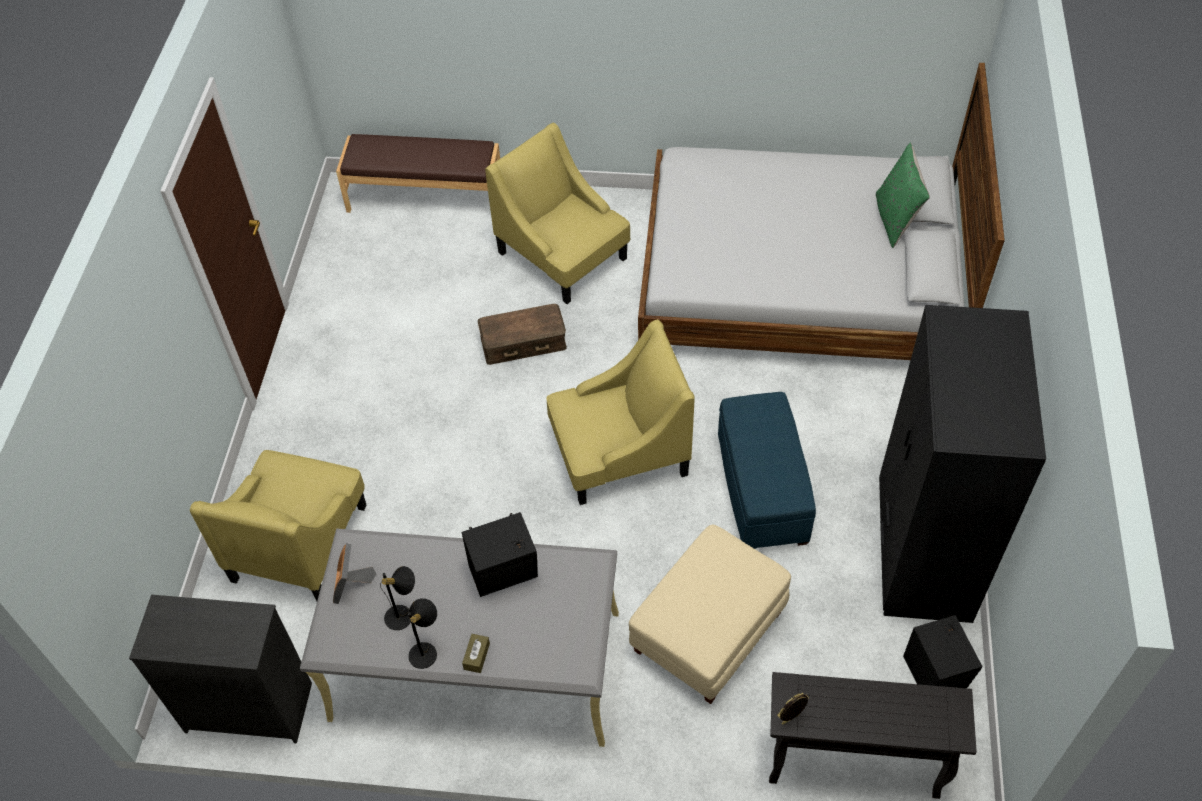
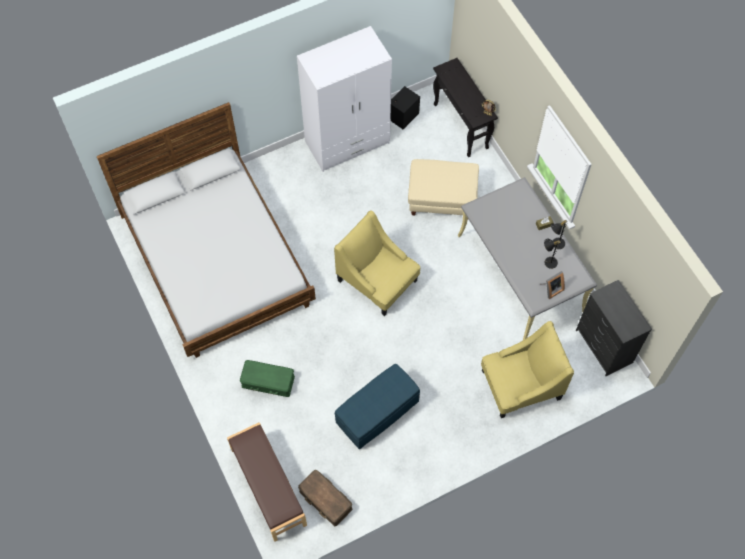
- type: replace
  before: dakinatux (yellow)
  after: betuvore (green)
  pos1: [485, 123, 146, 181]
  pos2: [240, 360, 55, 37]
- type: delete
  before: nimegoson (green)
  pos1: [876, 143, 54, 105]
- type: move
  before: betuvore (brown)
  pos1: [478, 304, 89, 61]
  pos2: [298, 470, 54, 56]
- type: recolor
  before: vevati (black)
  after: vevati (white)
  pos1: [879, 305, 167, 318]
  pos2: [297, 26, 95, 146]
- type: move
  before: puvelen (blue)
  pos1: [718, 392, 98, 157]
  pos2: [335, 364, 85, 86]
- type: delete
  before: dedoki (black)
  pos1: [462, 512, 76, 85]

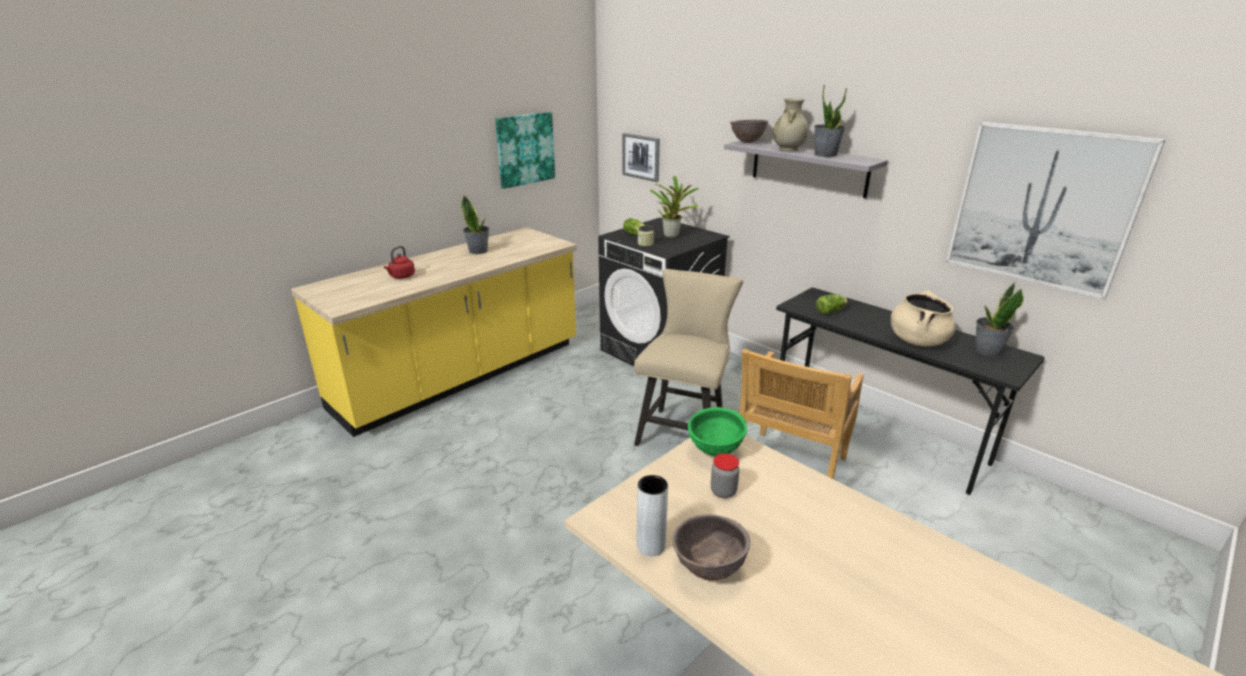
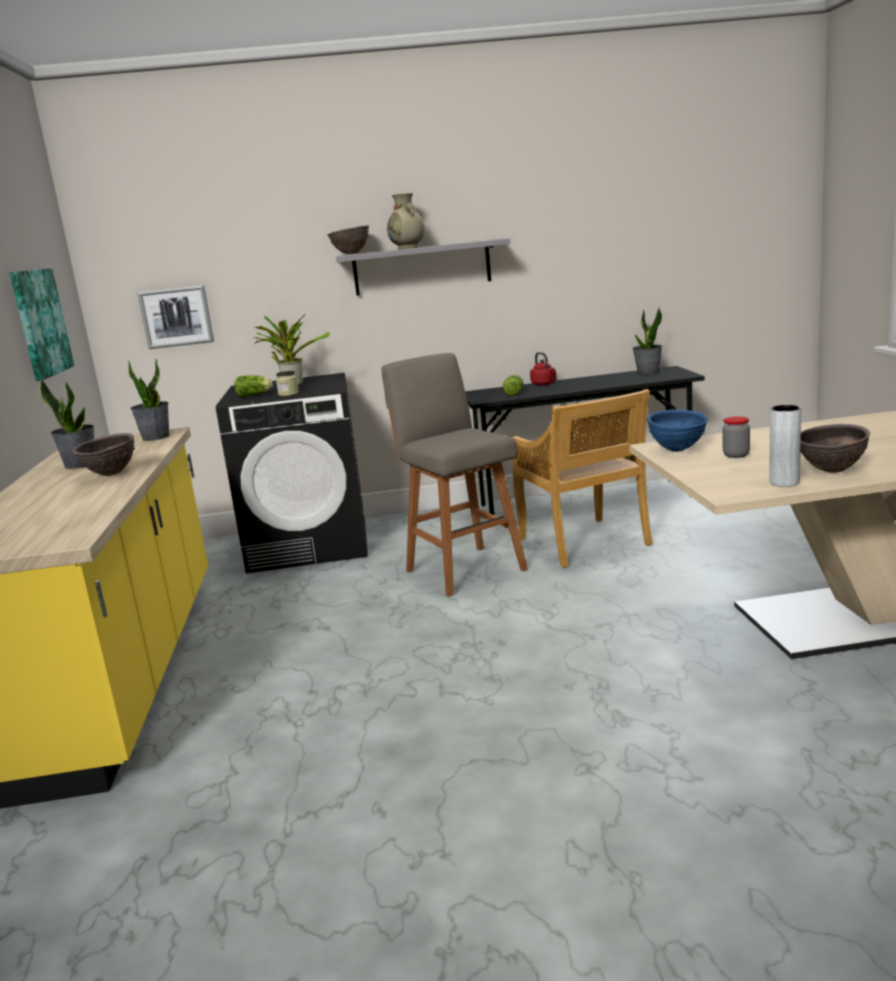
- type: move
  before: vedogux
  pos1: [814, 85, 33, 72]
  pos2: [128, 359, 41, 82]
- type: delete
  before: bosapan
  pos1: [946, 122, 220, 177]
- type: move
  before: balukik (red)
  pos1: [384, 246, 31, 33]
  pos2: [530, 352, 27, 34]
- type: replace
  before: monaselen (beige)
  after: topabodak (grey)
  pos1: [634, 269, 110, 177]
  pos2: [381, 353, 147, 243]
- type: delete
  before: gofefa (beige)
  pos1: [891, 291, 64, 56]
- type: recolor
  before: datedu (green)
  after: datedu (blue)
  pos1: [688, 407, 59, 49]
  pos2: [647, 409, 61, 43]
- type: insert
  after: datedu (brown)
  pos2: [73, 433, 62, 43]

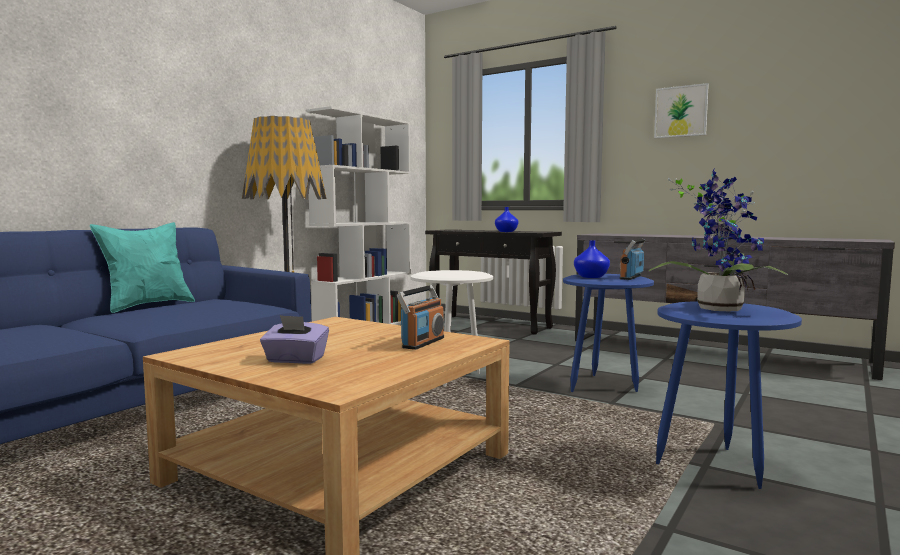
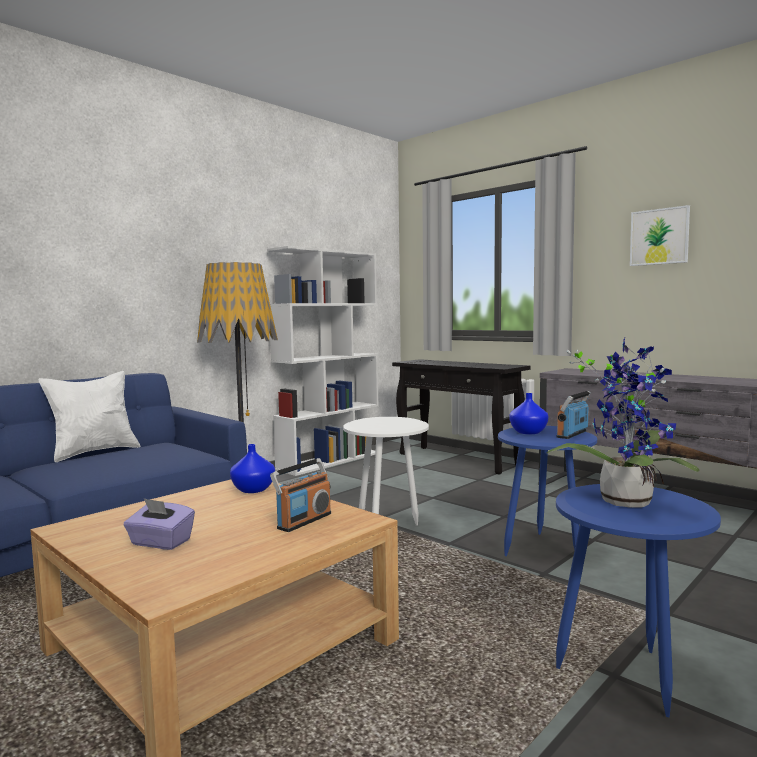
- type: move
  before: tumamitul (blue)
  pos1: [495, 207, 23, 25]
  pos2: [230, 444, 45, 49]
- type: recolor
  before: nimegoson (turquoise)
  after: nimegoson (white)
  pos1: [90, 222, 105, 91]
  pos2: [39, 371, 101, 91]

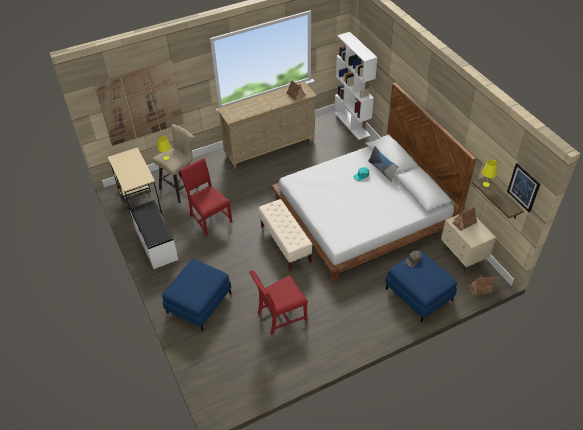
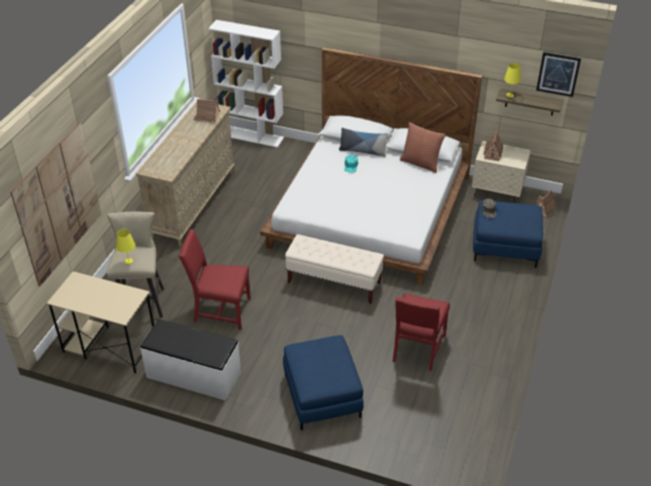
- type: insert
  after: nimegoson
  pos2: [400, 122, 46, 51]

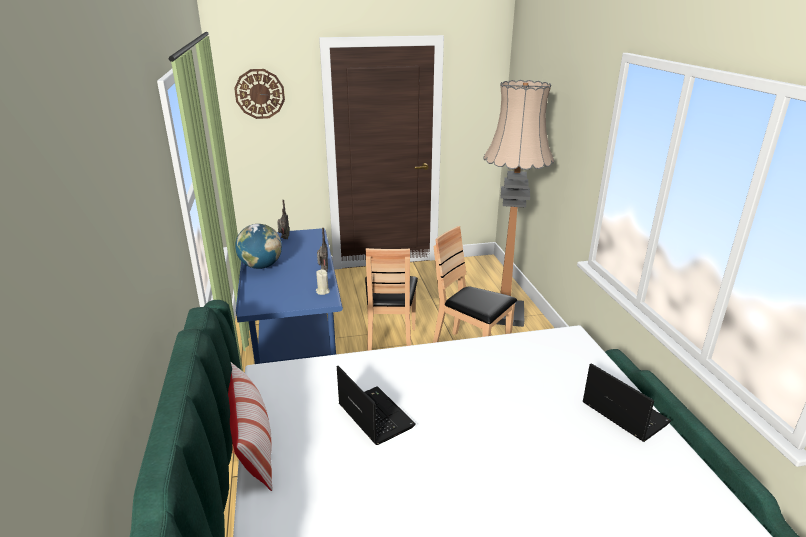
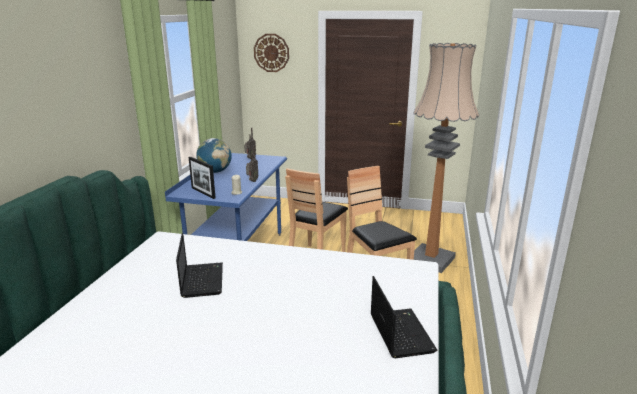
- type: delete
  before: nimegoson
  pos1: [228, 362, 44, 129]
- type: insert
  after: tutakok
  pos2: [189, 157, 27, 42]

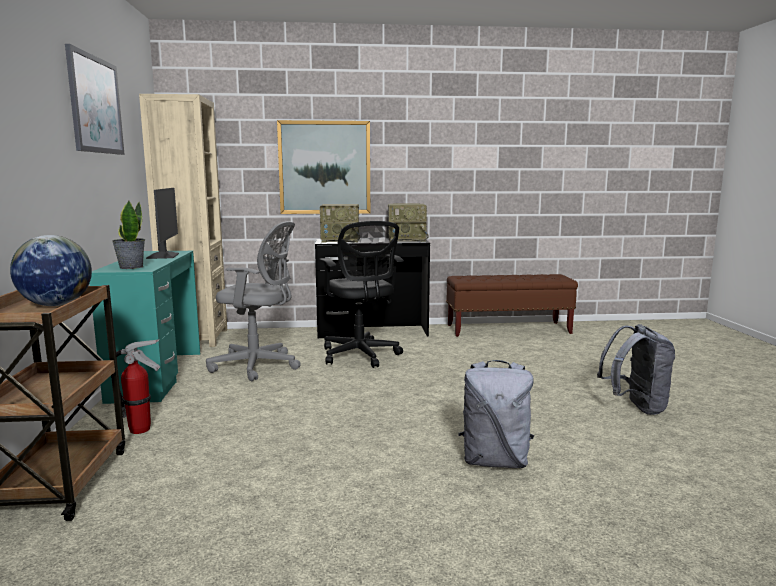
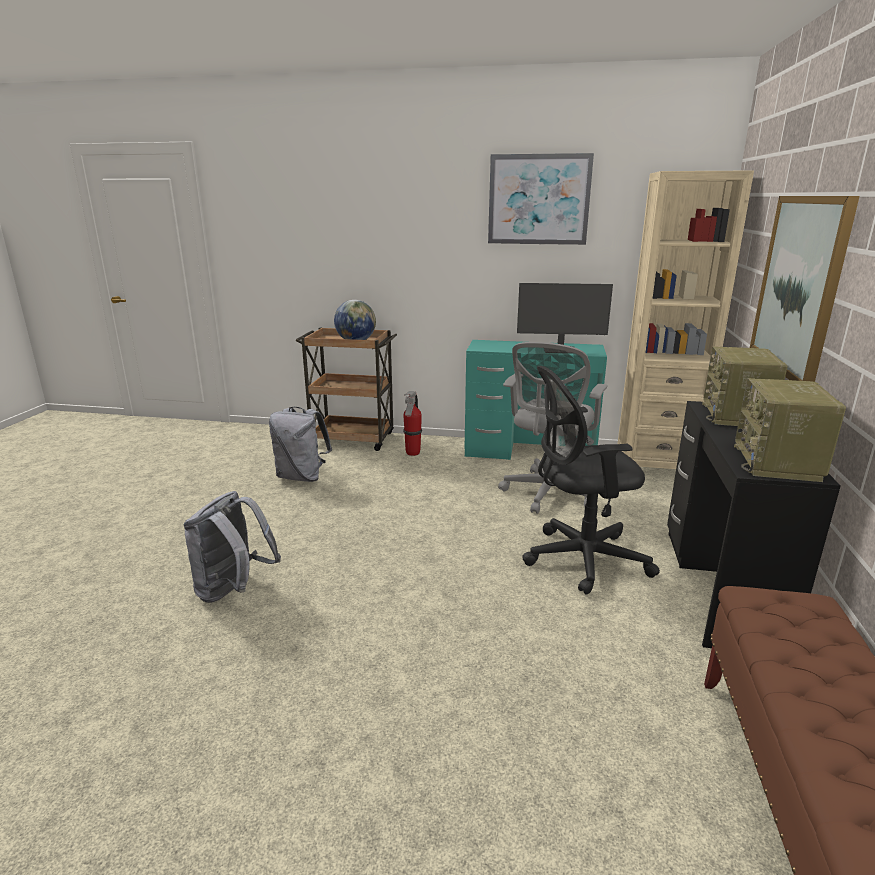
- type: delete
  before: vedogux
  pos1: [112, 201, 33, 68]
- type: move
  before: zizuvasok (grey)
  pos1: [597, 324, 78, 91]
  pos2: [269, 407, 63, 75]

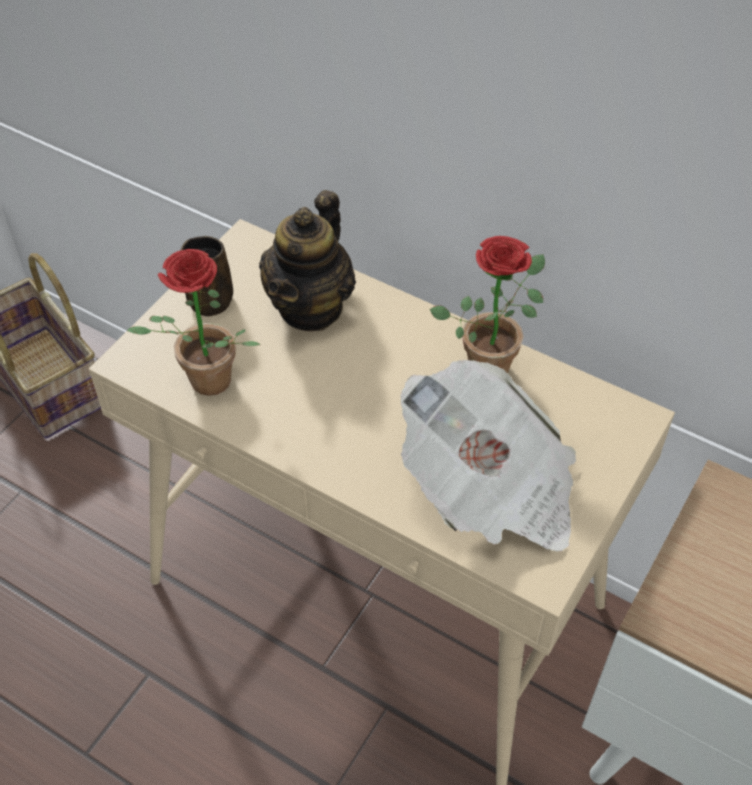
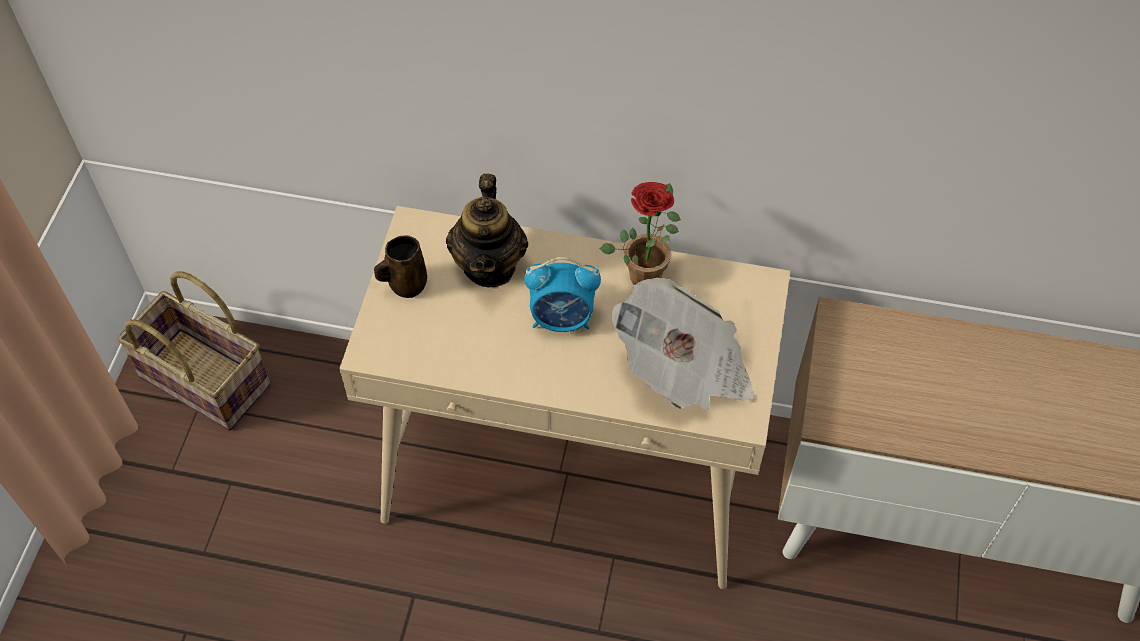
- type: delete
  before: vedogux
  pos1: [127, 249, 133, 147]
- type: insert
  after: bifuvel
  pos2: [524, 257, 77, 75]

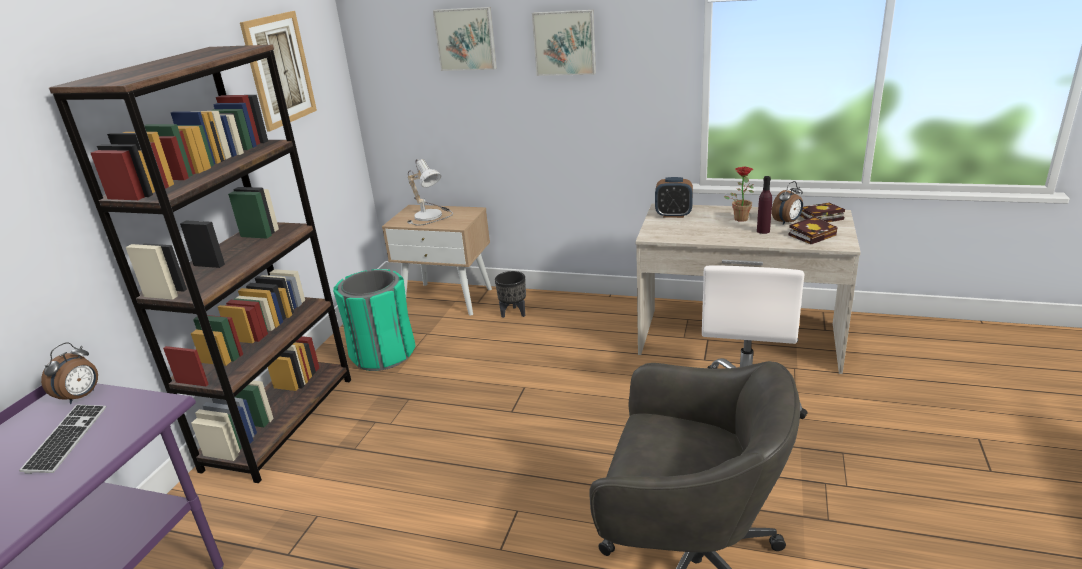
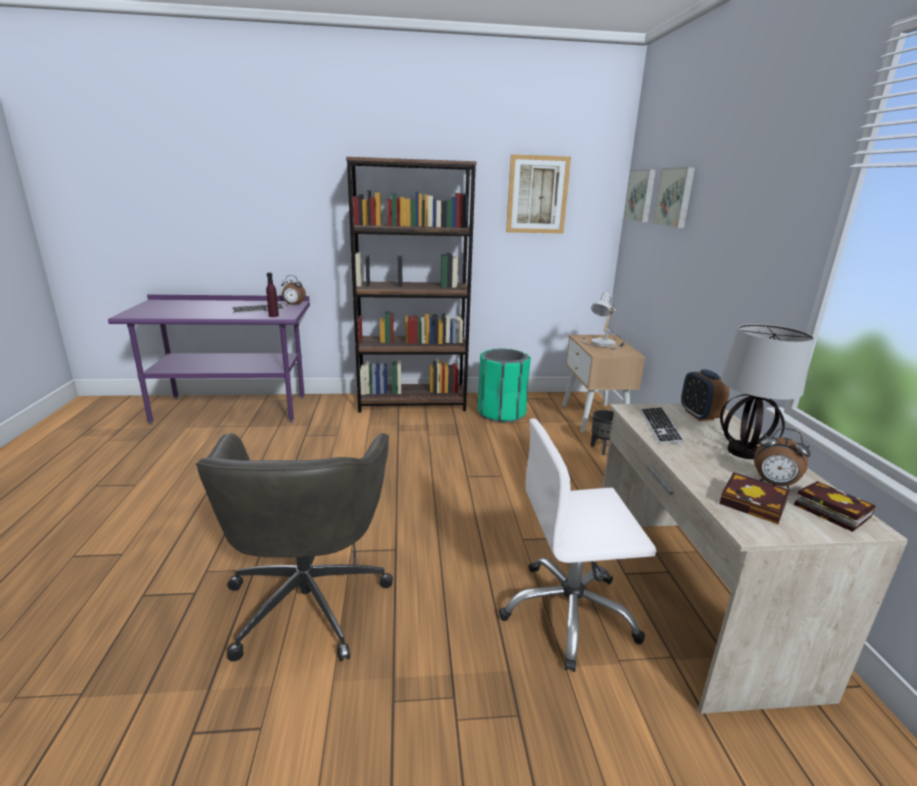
- type: move
  before: bosapan
  pos1: [532, 10, 64, 66]
  pos2: [623, 169, 33, 53]
- type: replace
  before: vedogux
  after: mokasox
  pos1: [724, 167, 30, 55]
  pos2: [720, 324, 94, 135]
- type: move
  before: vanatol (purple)
  pos1: [757, 176, 15, 58]
  pos2: [266, 273, 13, 44]
- type: insert
  after: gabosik
  pos2: [640, 407, 44, 37]

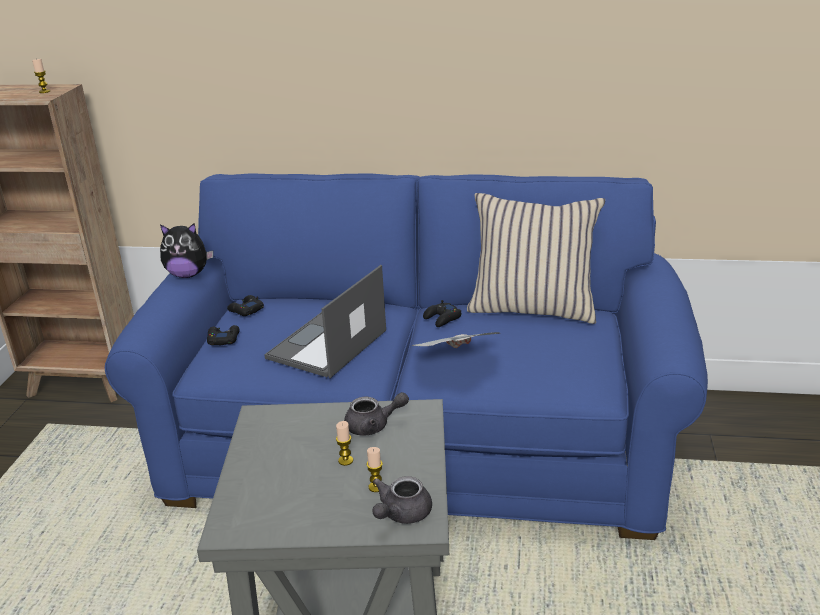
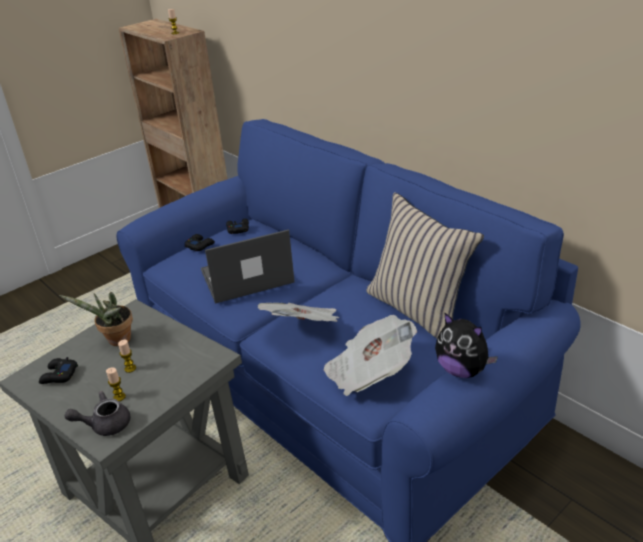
- type: move
  before: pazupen
  pos1: [160, 223, 53, 55]
  pos2: [435, 312, 63, 66]
- type: move
  before: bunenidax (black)
  pos1: [423, 300, 39, 27]
  pos2: [39, 357, 39, 27]
- type: delete
  before: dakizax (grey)
  pos1: [344, 392, 65, 44]
- type: insert
  after: vedogux
  pos2: [59, 292, 74, 54]
- type: insert
  after: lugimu
  pos2: [324, 315, 93, 81]

